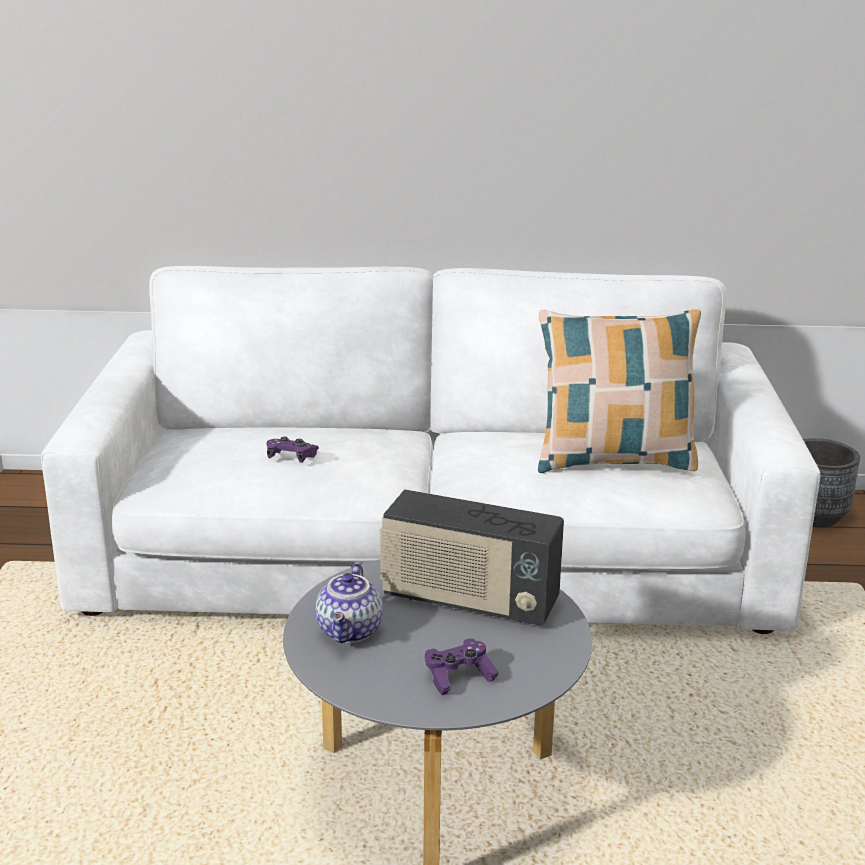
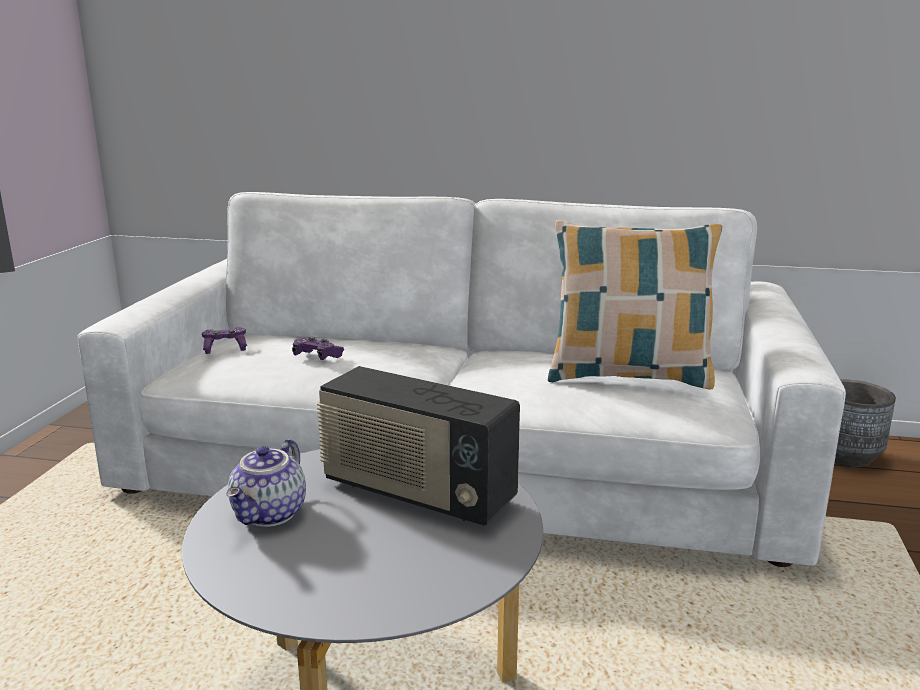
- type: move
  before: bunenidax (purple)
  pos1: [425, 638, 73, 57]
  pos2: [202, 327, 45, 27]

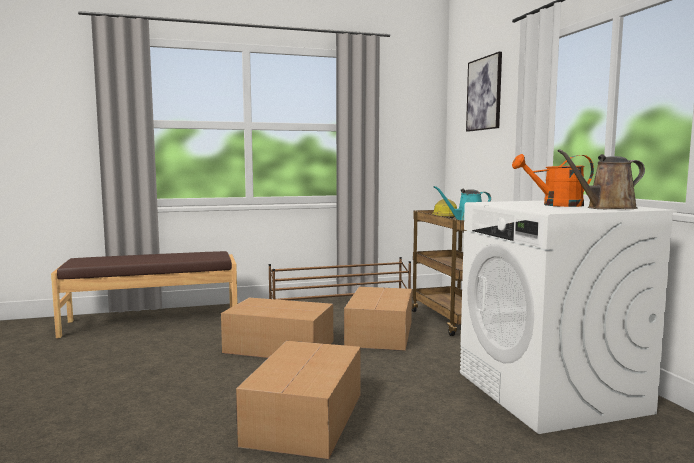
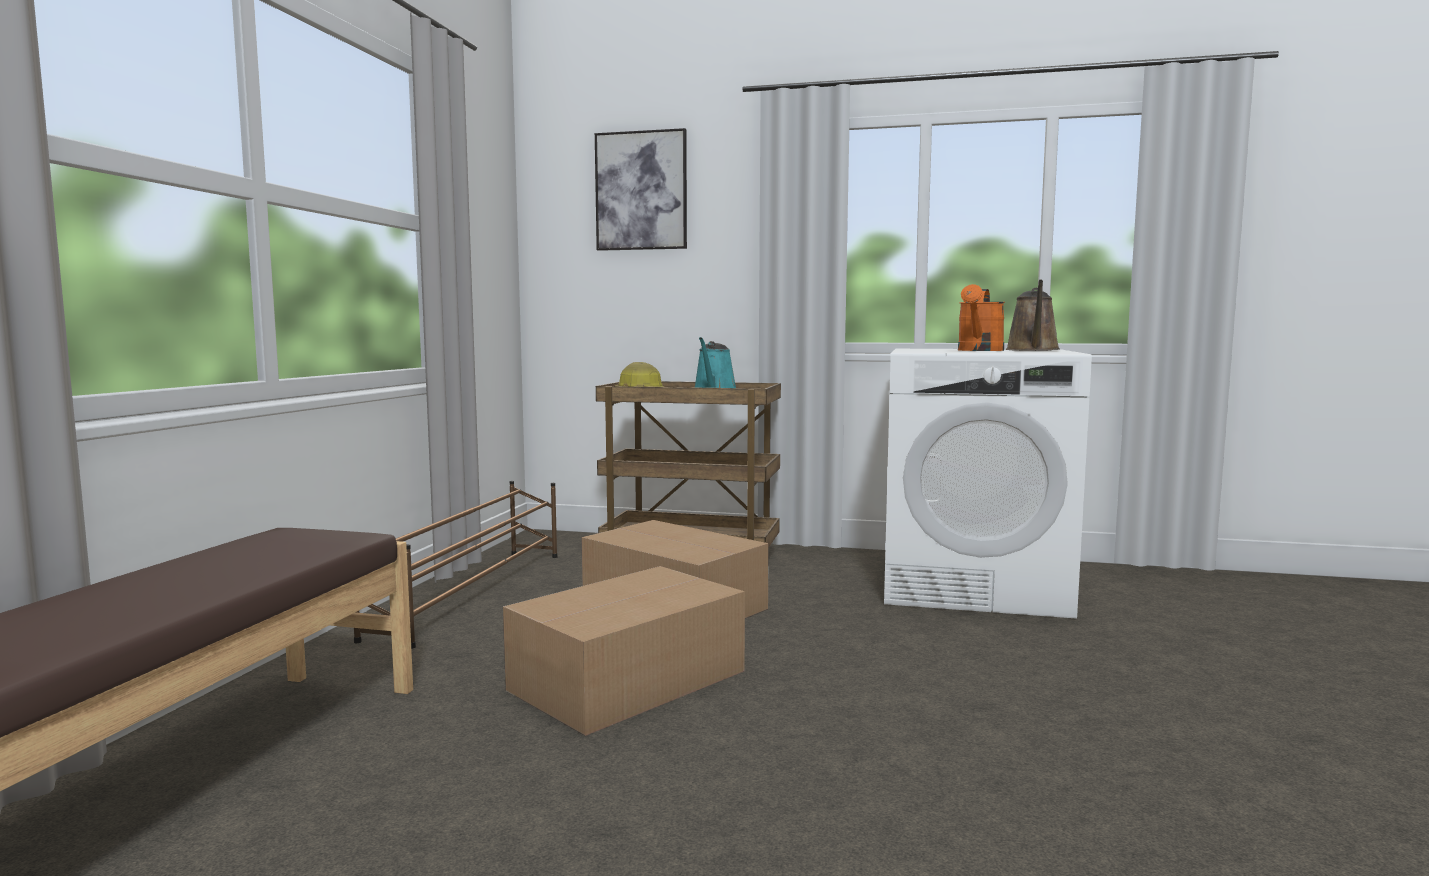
- type: delete
  before: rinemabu
  pos1: [236, 341, 125, 119]

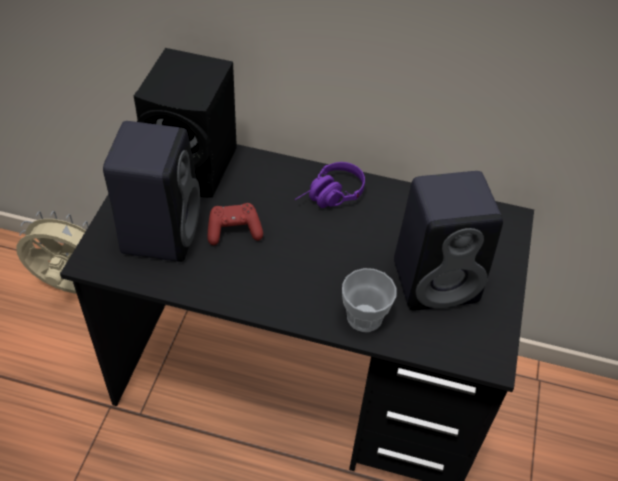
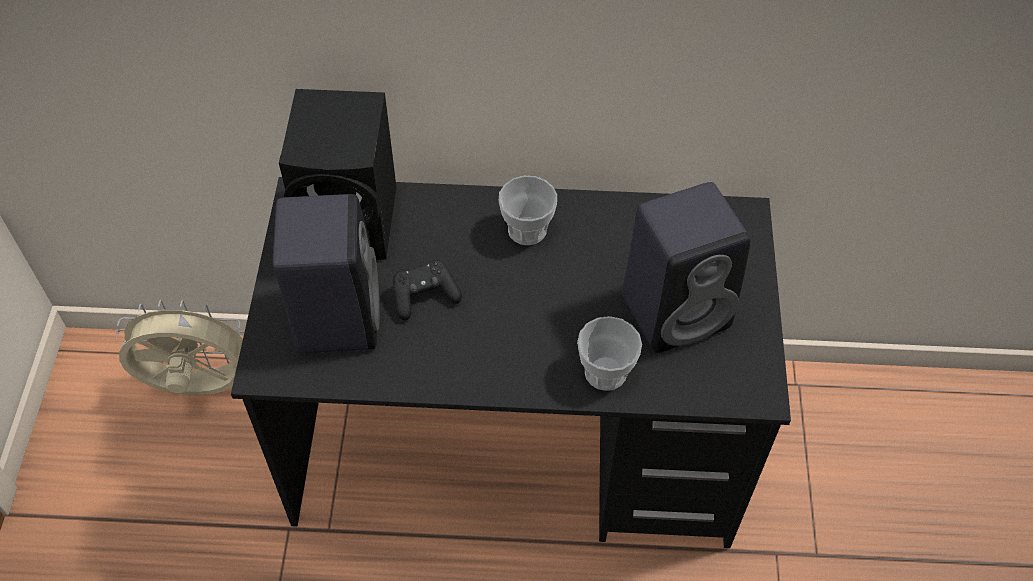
- type: replace
  before: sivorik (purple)
  after: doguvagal
  pos1: [295, 162, 70, 46]
  pos2: [499, 176, 58, 69]
- type: recolor
  before: bunenidax (red)
  after: bunenidax (black)
  pos1: [208, 203, 55, 42]
  pos2: [393, 260, 69, 61]

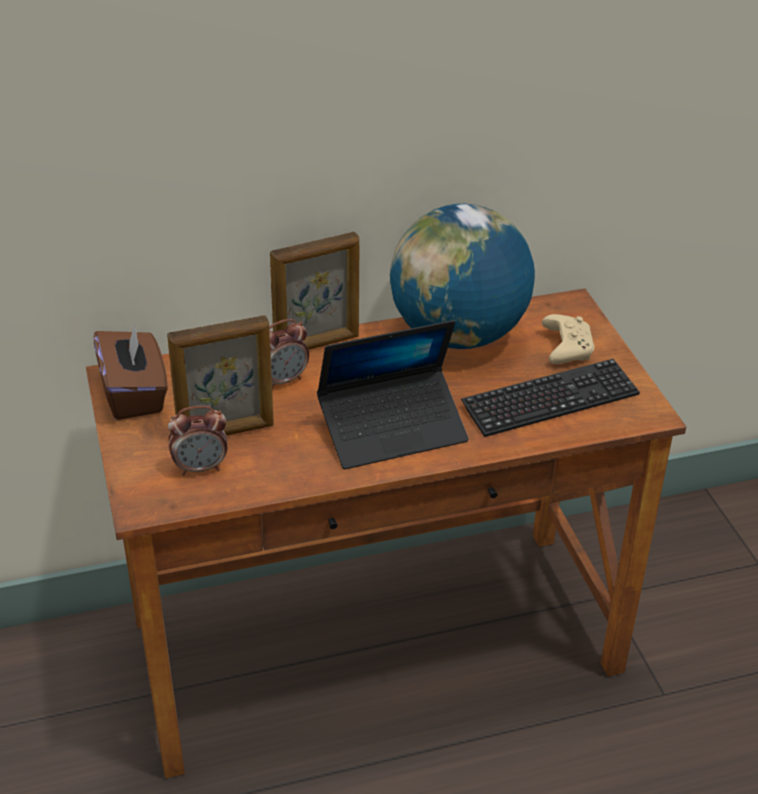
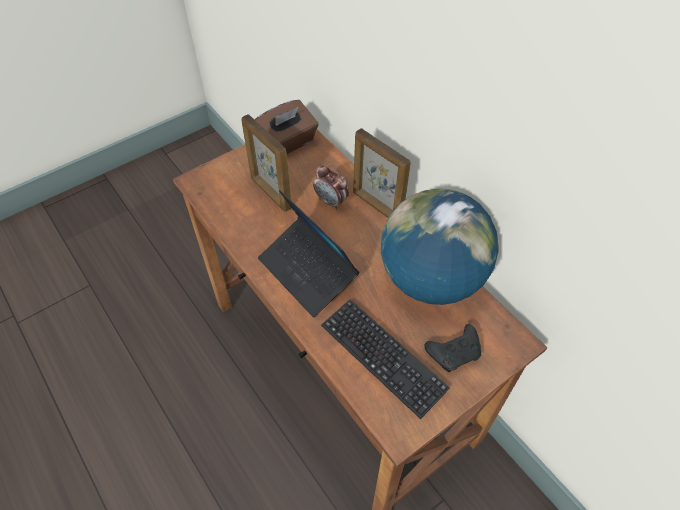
- type: recolor
  before: bunenidax (beige)
  after: bunenidax (black)
  pos1: [542, 314, 53, 50]
  pos2: [424, 324, 57, 48]
- type: delete
  before: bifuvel
  pos1: [168, 406, 59, 70]

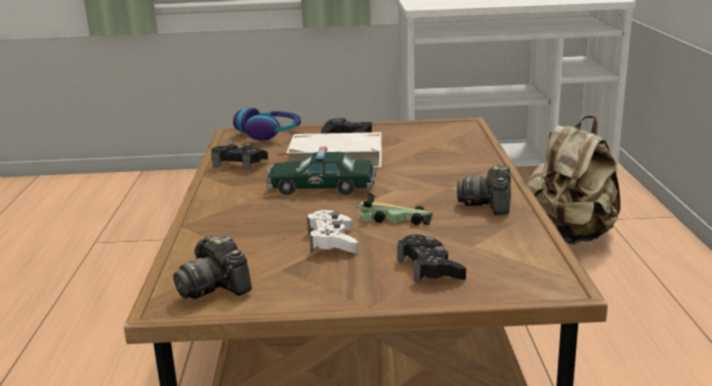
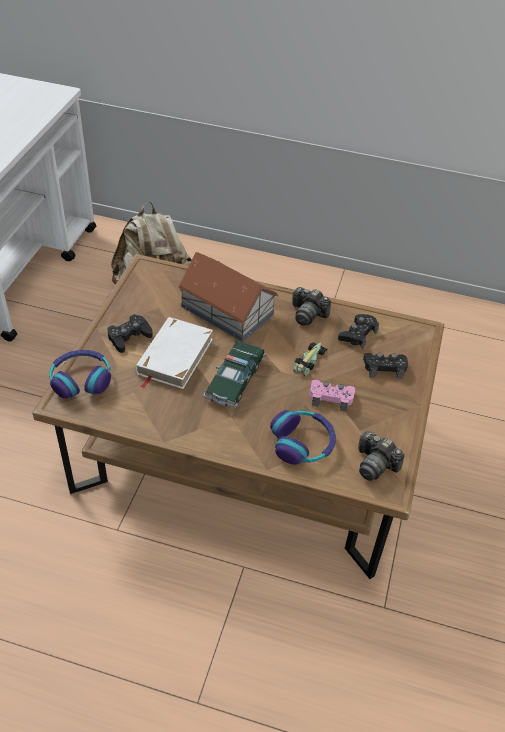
- type: move
  before: bunenidax (black)
  pos1: [211, 142, 57, 28]
  pos2: [338, 314, 41, 35]
- type: recolor
  before: bunenidax (white)
  after: bunenidax (pink)
  pos1: [307, 210, 51, 43]
  pos2: [310, 380, 45, 32]
- type: rotate
  before: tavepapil
  pos1: [173, 235, 79, 64]
  pos2: [358, 431, 46, 50]
  turn: 60
- type: insert
  after: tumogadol
  pos2: [178, 252, 101, 90]
- type: insert
  after: sivorik
  pos2: [270, 410, 66, 55]

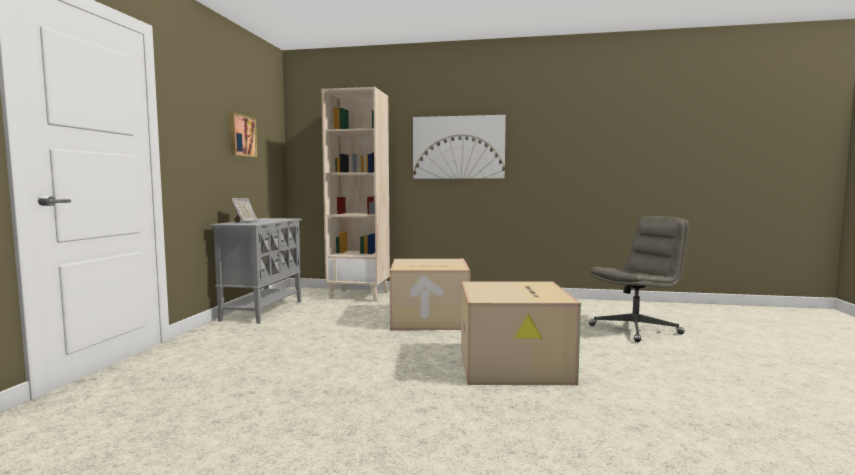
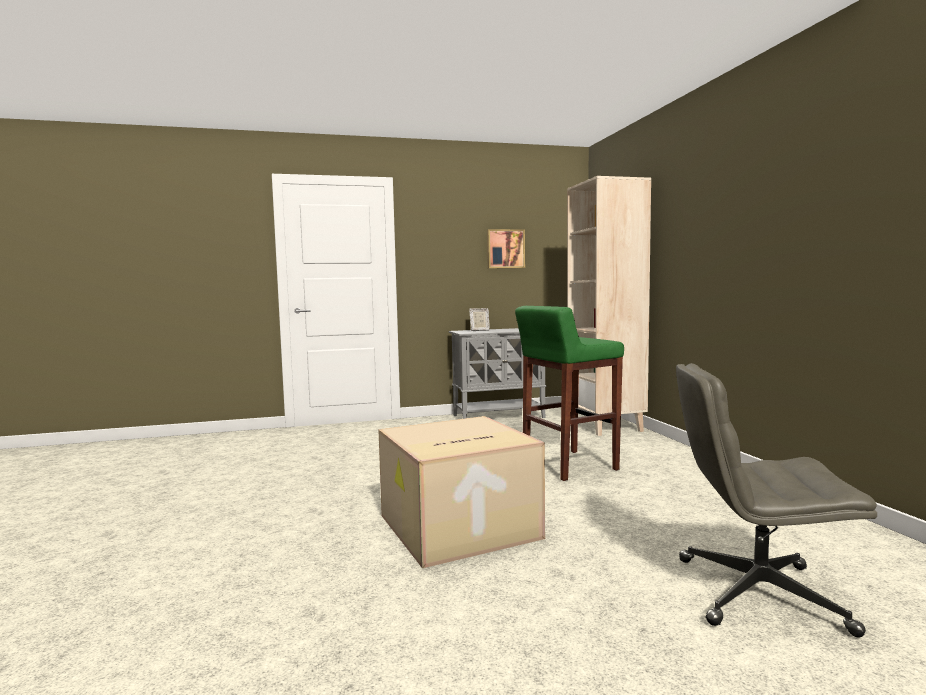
- type: delete
  before: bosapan
  pos1: [413, 115, 93, 64]
- type: rotate
  before: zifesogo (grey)
  pos1: [589, 216, 100, 126]
  pos2: [676, 363, 201, 274]
  turn: 150
- type: replace
  before: rinemabu
  after: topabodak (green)
  pos1: [390, 259, 80, 71]
  pos2: [515, 306, 109, 175]

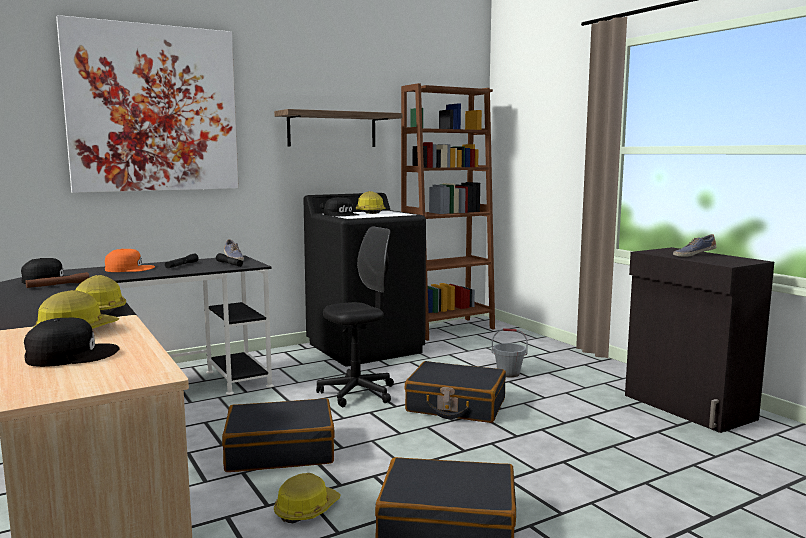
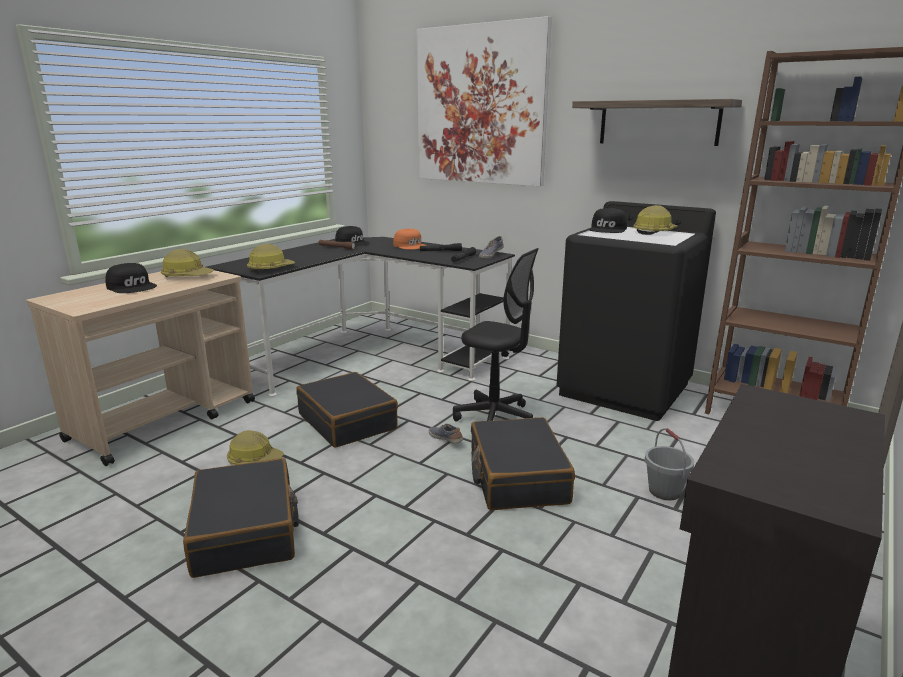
- type: move
  before: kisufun
  pos1: [673, 234, 43, 23]
  pos2: [428, 424, 35, 20]

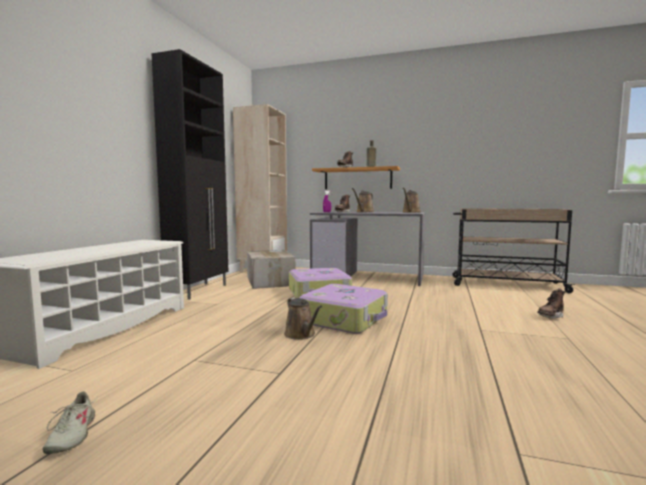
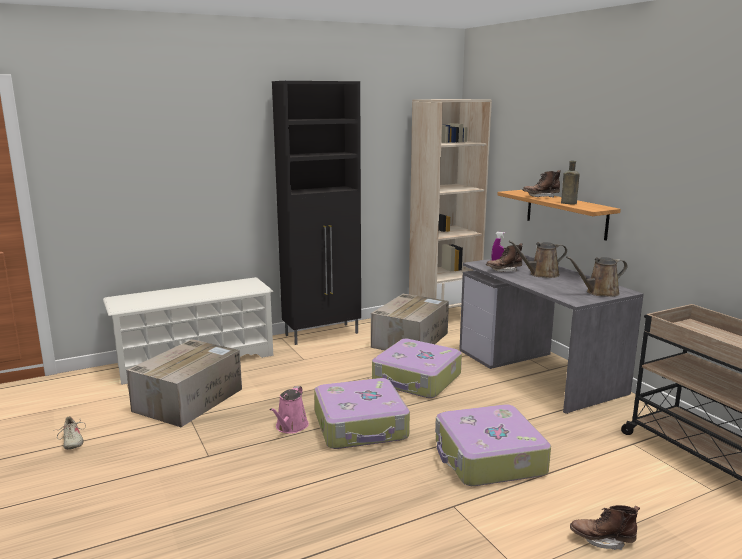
- type: recolor
  before: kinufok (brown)
  after: kinufok (pink)
  pos1: [284, 297, 38, 43]
  pos2: [270, 386, 39, 48]
- type: rotate
  before: kisufun (beige)
  pos1: [43, 391, 55, 63]
  pos2: [53, 416, 33, 34]
  turn: -60
- type: insert
  after: rinemabu
  pos2: [126, 339, 116, 88]
- type: insert
  after: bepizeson
  pos2: [435, 404, 116, 82]

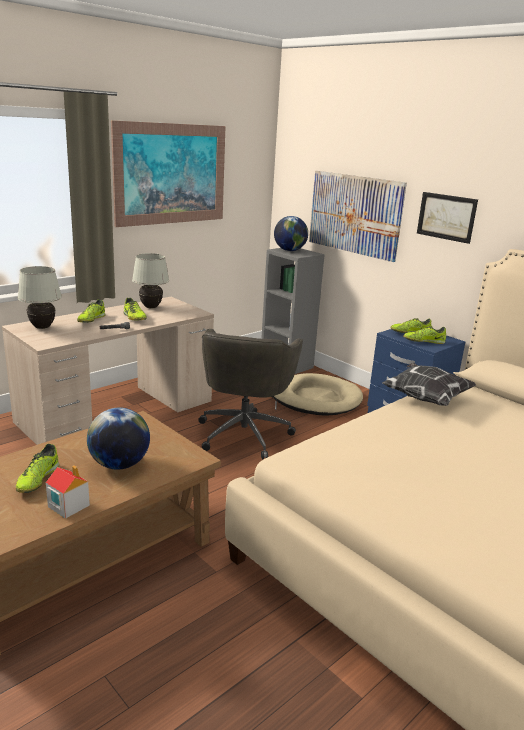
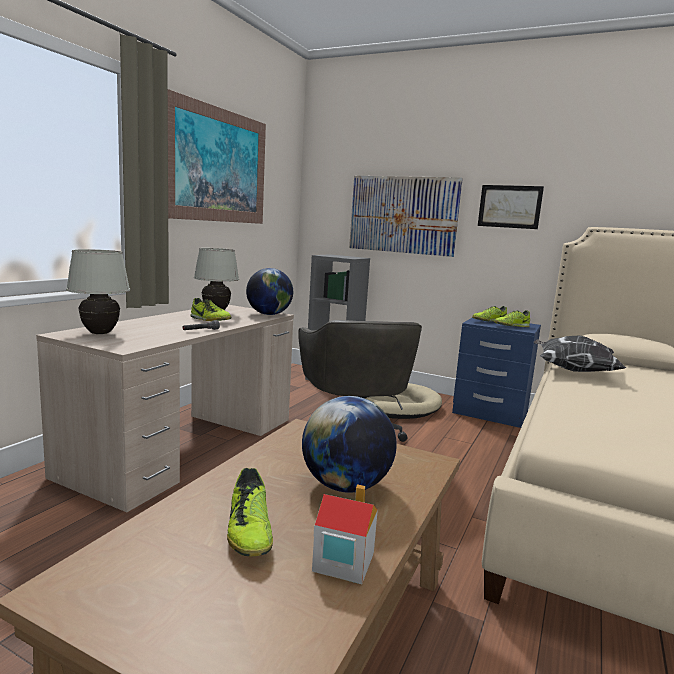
- type: move
  before: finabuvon
  pos1: [274, 216, 34, 35]
  pos2: [246, 268, 47, 47]
- type: delete
  before: kisufun
  pos1: [77, 299, 28, 24]

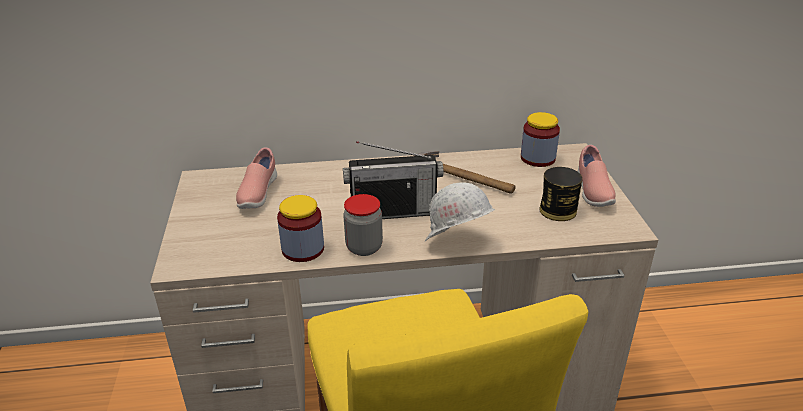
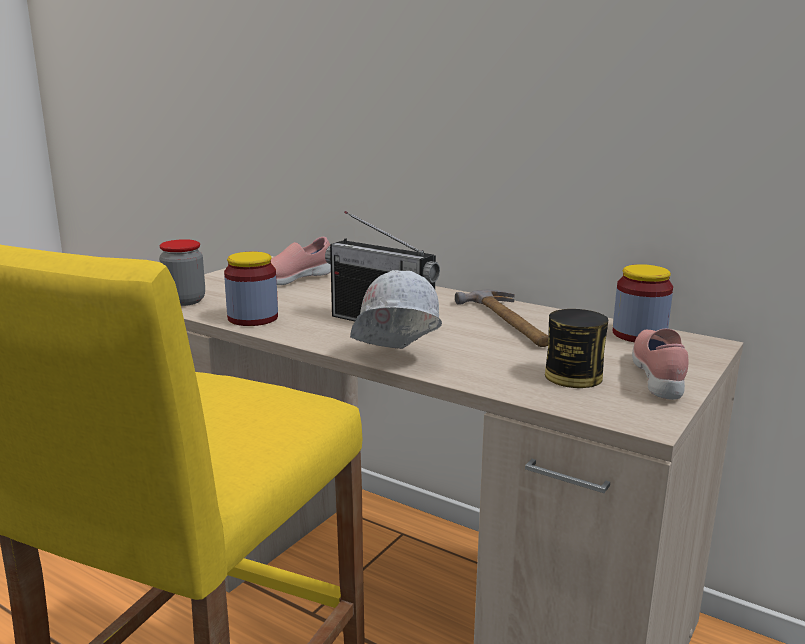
- type: rotate
  before: kisufun (pink)
  pos1: [578, 145, 38, 62]
  pos2: [632, 329, 57, 71]
  turn: 150
- type: move
  before: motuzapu
  pos1: [343, 194, 40, 62]
  pos2: [159, 239, 46, 67]

